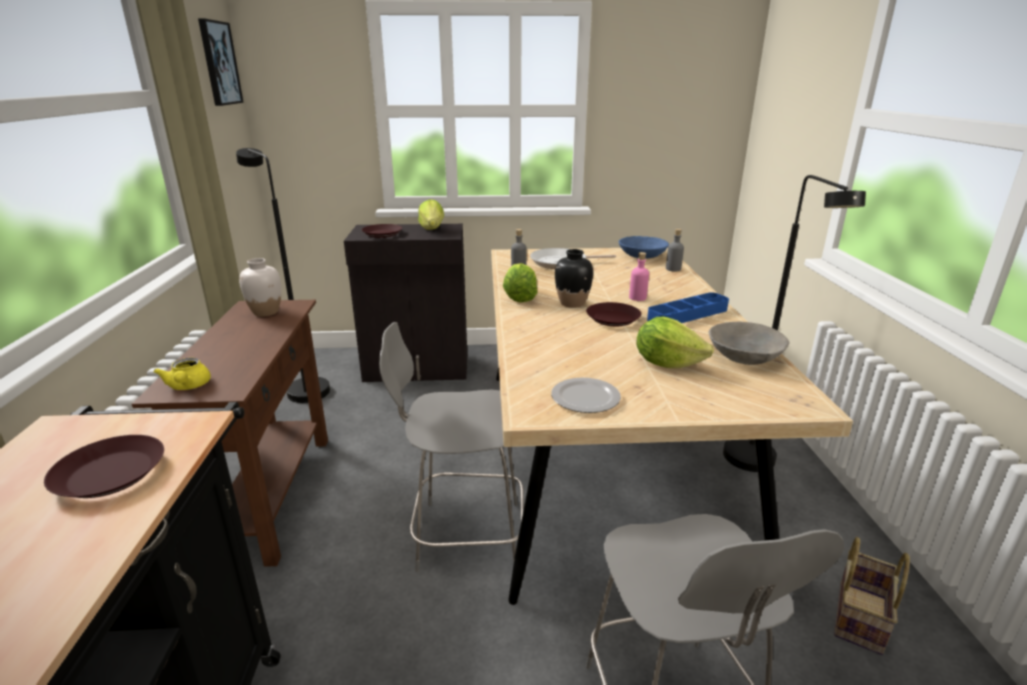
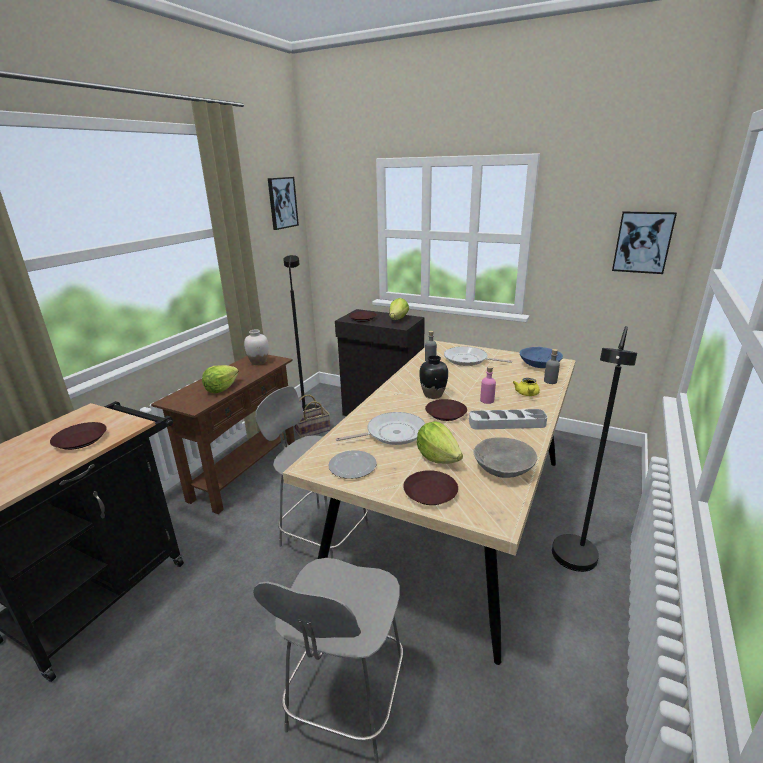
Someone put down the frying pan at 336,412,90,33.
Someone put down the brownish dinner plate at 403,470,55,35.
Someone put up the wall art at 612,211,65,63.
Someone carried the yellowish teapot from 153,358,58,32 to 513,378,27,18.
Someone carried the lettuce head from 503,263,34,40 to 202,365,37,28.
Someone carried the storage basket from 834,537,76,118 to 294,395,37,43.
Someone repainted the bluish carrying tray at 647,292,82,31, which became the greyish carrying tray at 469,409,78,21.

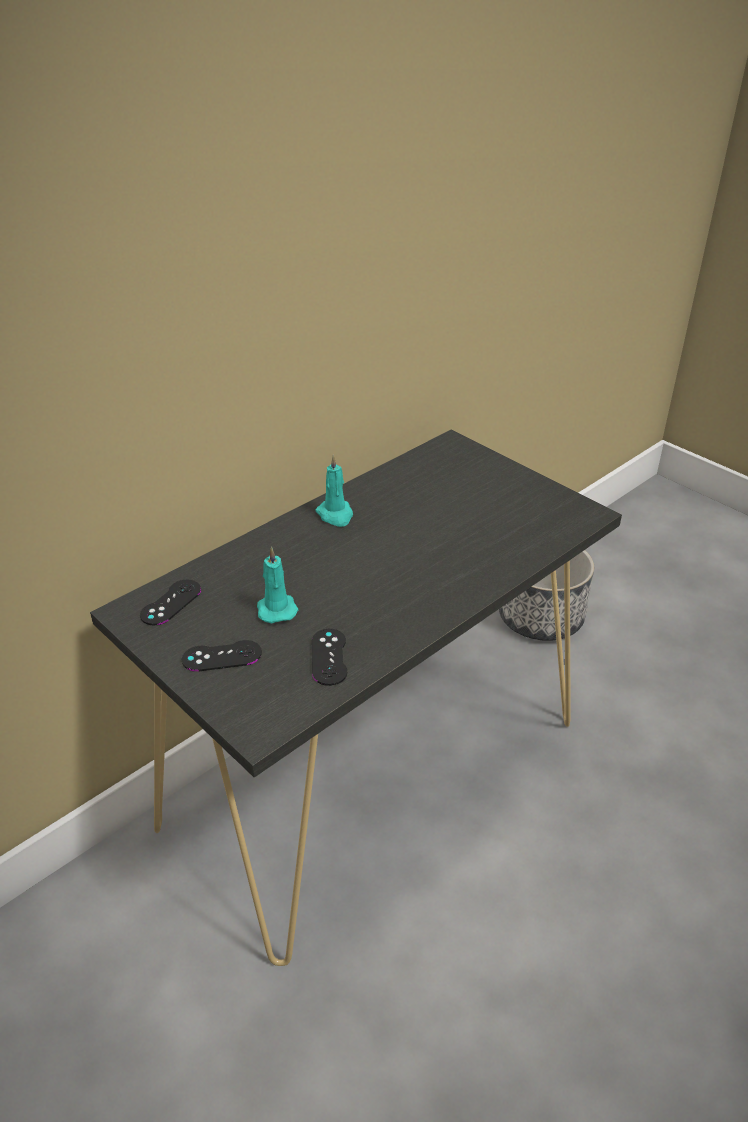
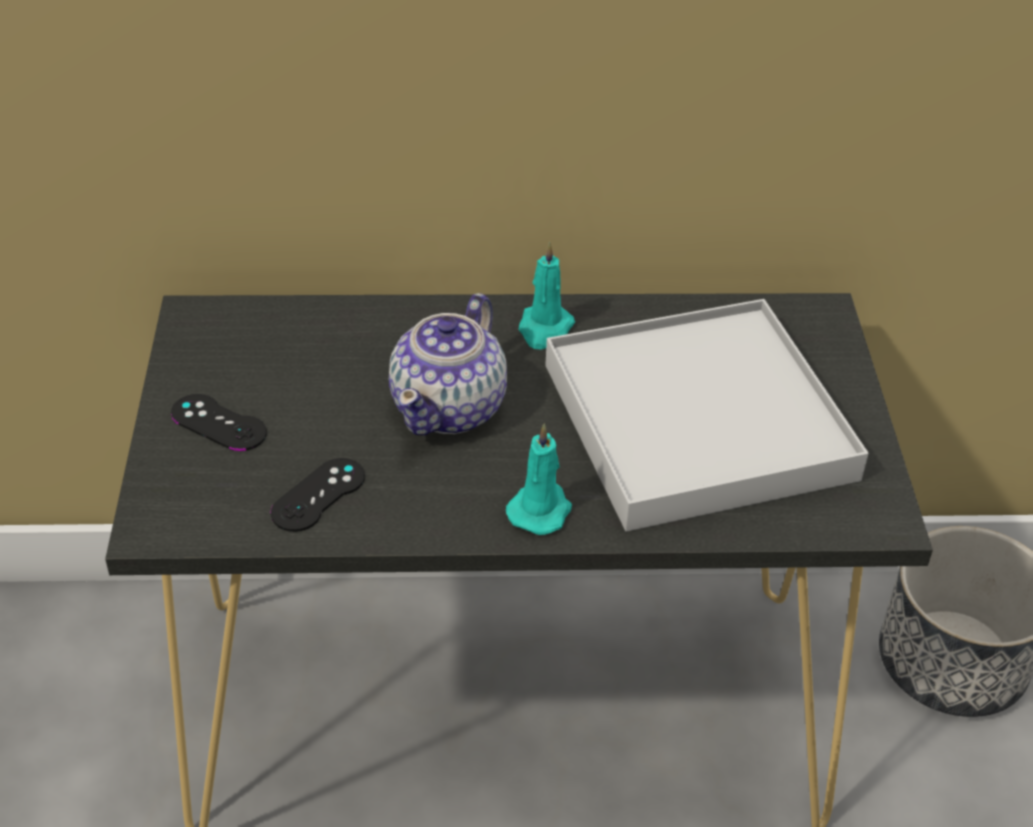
Someone took away the black-coloured gamepad at 140,580,61,45.
Someone put down the teapot at 389,293,118,142.
Someone put down the white-coloured carrying tray at 545,299,324,233.
Someone carried the blue-green wax light from 257,546,41,77 to 506,424,66,111.

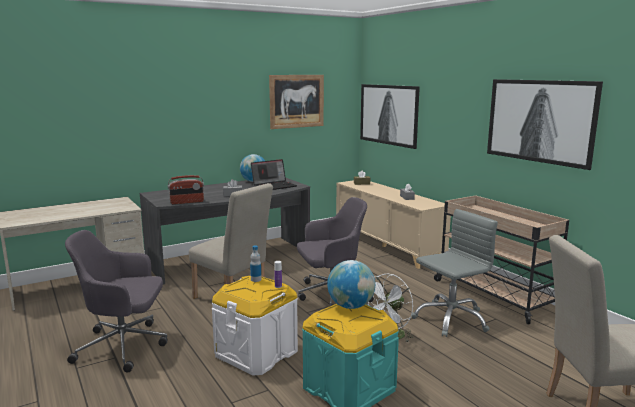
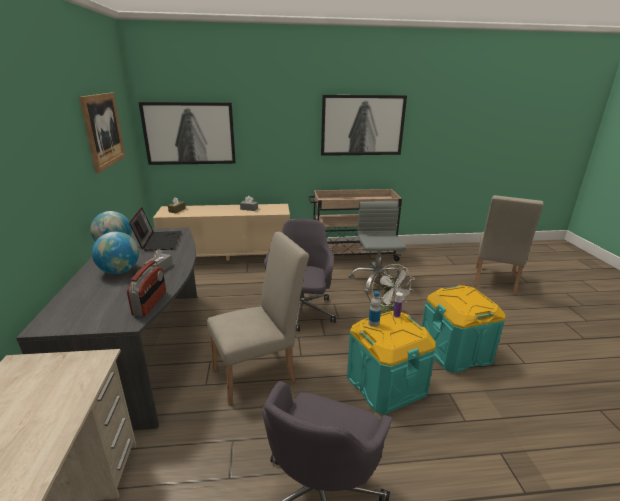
Someone carried the desk globe from 327,260,48,49 to 92,232,47,42.
Someone repainted the white-coloured storage box at 212,276,86,100, which became the blue-green storage box at 347,311,89,104.

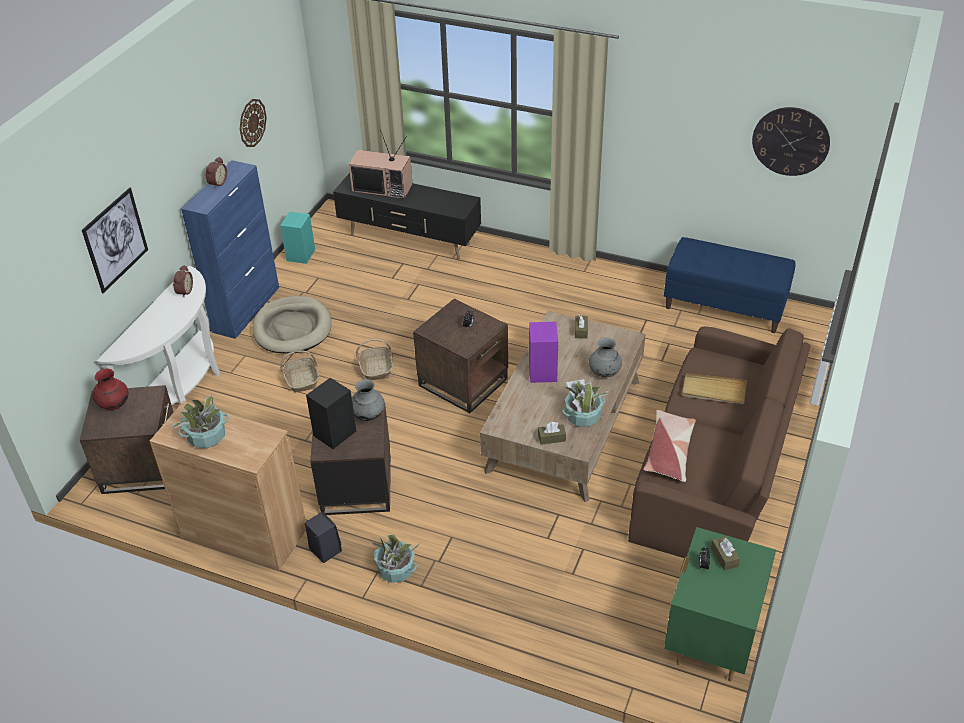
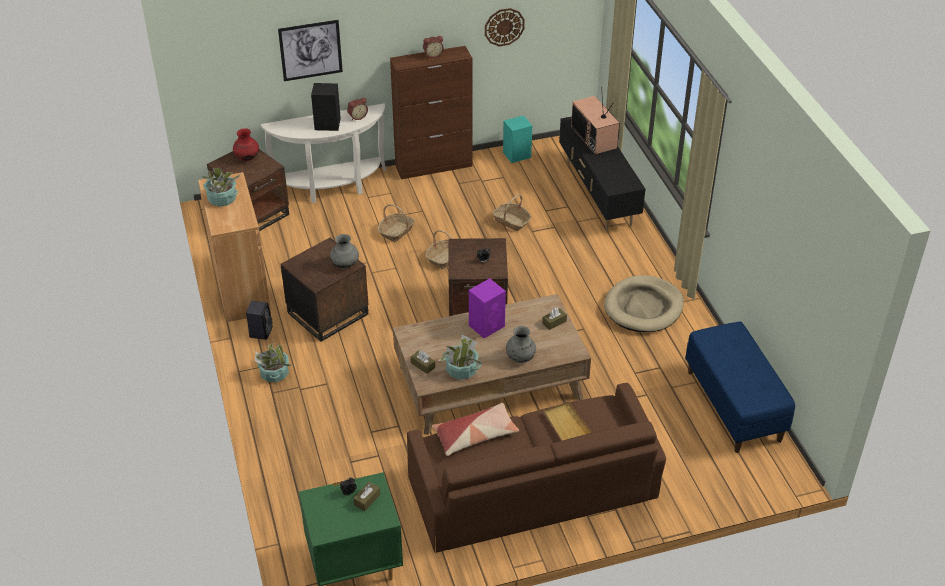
Someone took away the hanging clock at 752,107,78,69.
Someone put down the storage basket at 492,194,39,37.
Someone carried the sand-coloured dog cushion from 253,296,79,58 to 604,275,80,57.
Someone carried the black-coloured loudspeaker from 306,378,50,71 to 311,83,30,48.
Someone repainted the bluish cupboard at 181,160,98,179, which became the brownish cupboard at 390,46,82,133.

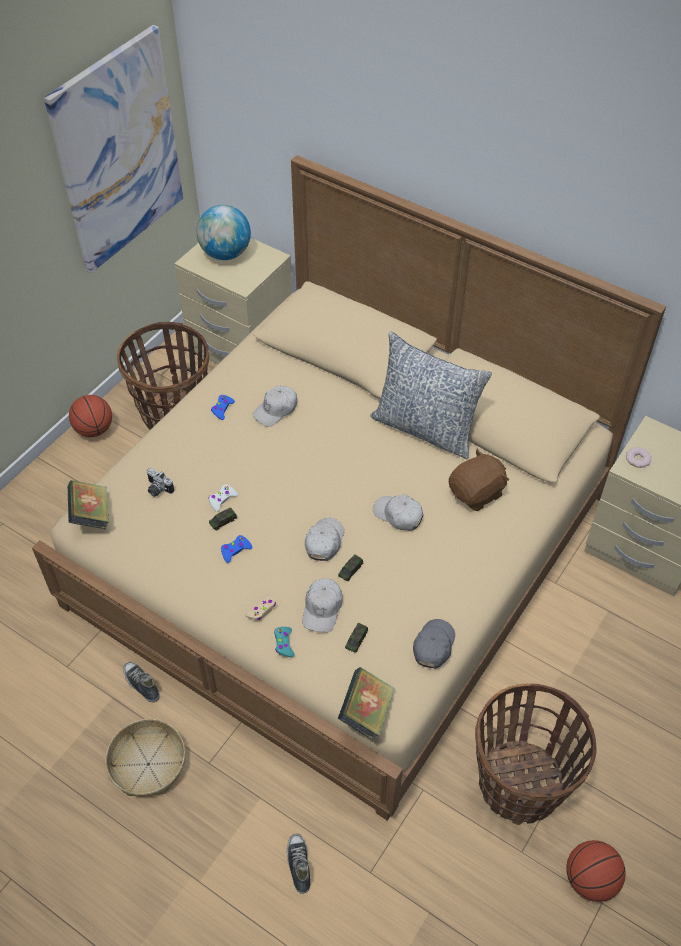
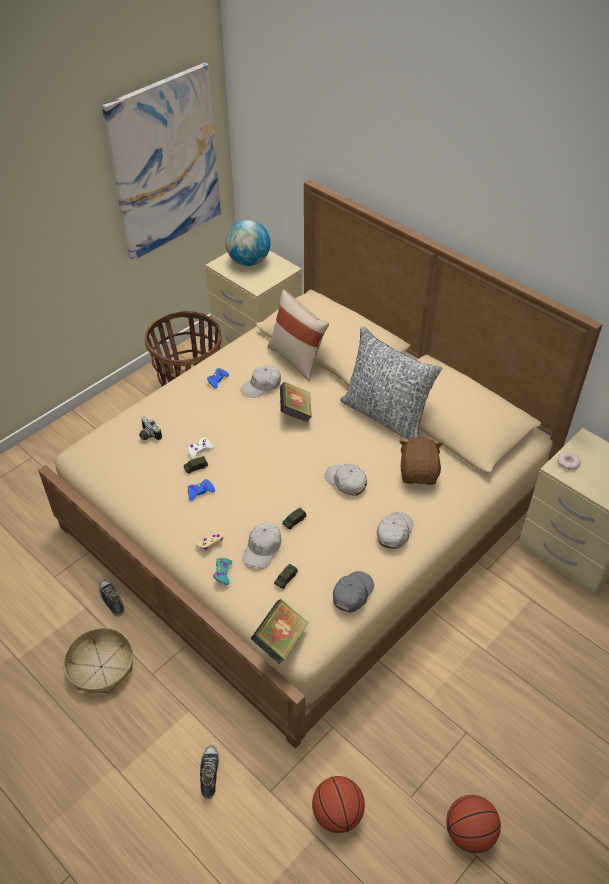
Someone took away the storage basket at 475,683,122,142.
Someone put down the sand-coloured cushion at 268,289,61,93.
Someone carried the volume from 67,480,42,49 to 280,382,32,41.
Someone carried the basketball from 69,395,43,42 to 312,776,53,57.
Someone carried the white-coloured cap from 305,518,39,43 to 377,512,37,37.
Someone rotated the brownish cuddly toy at 449,449,60,62 by 60 degrees counterclockwise.

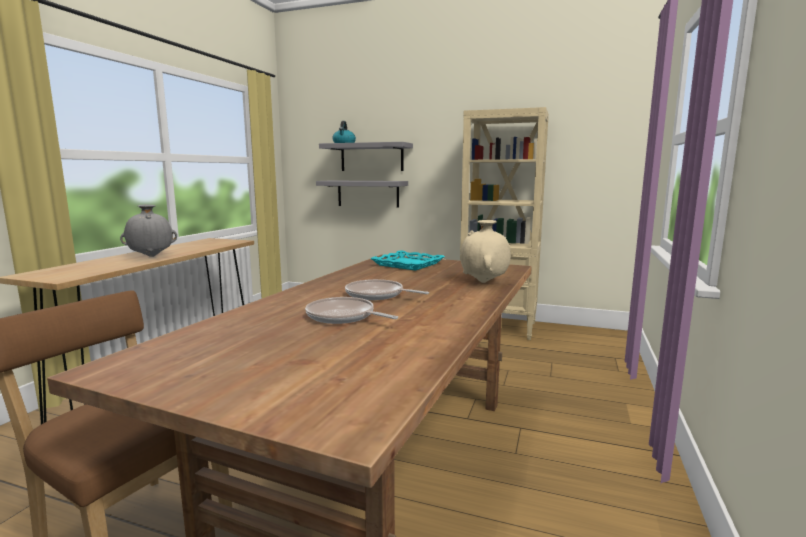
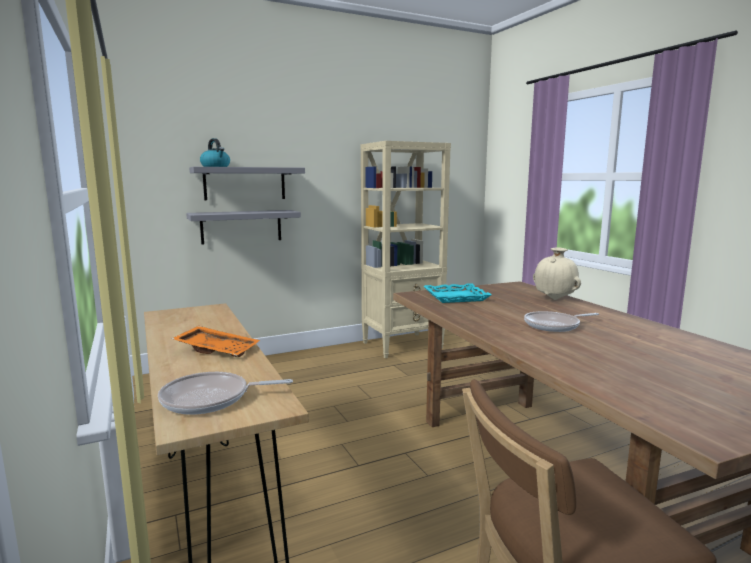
Someone carried the frying pan from 305,297,93,27 to 158,372,135,43.
Someone swapped the greyish flower vase at 120,205,57,52 for the orange carrying tray at 172,326,88,31.

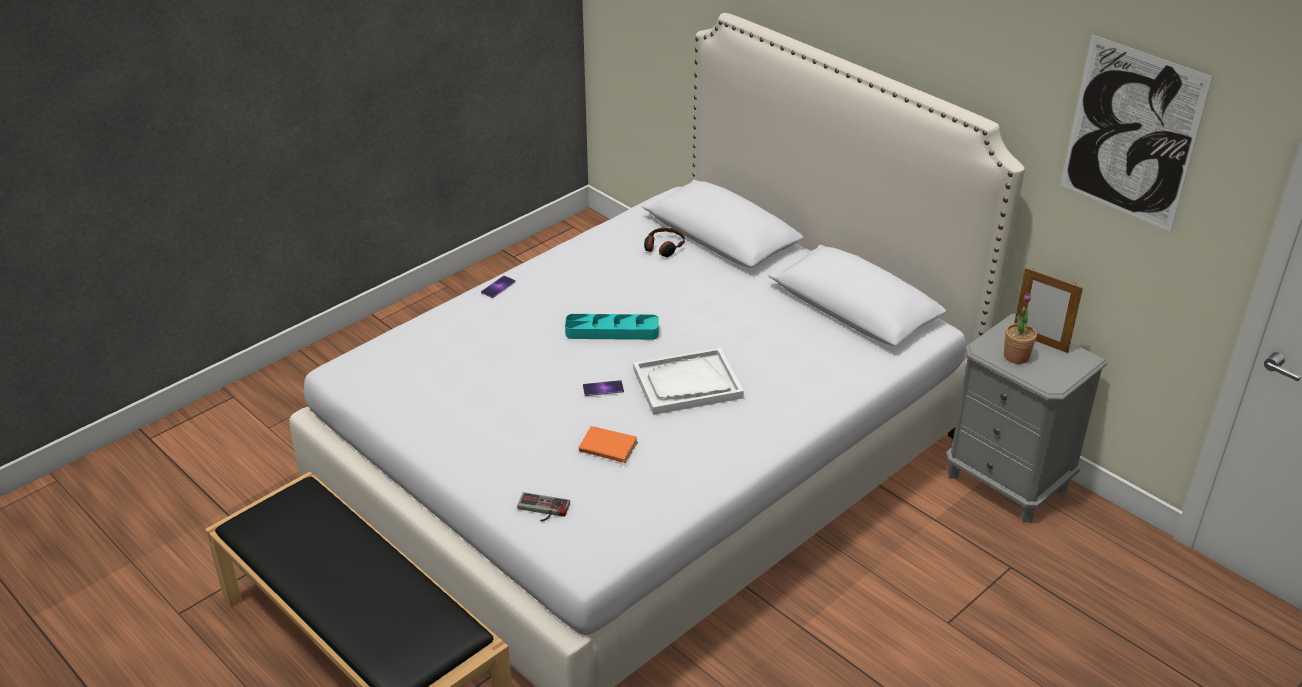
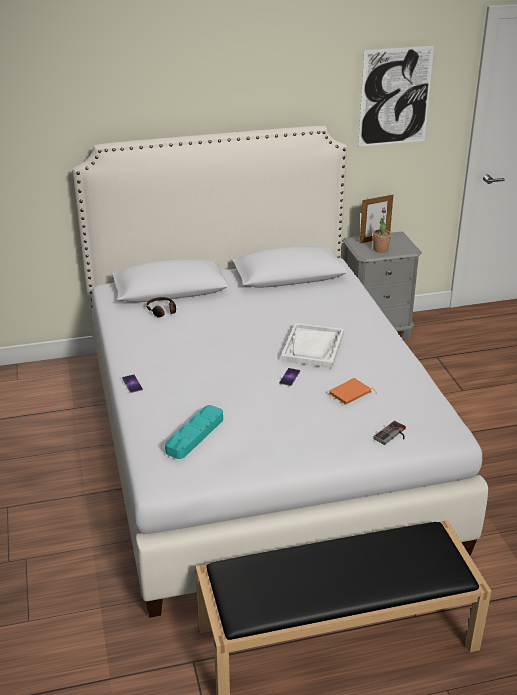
Someone carried the blue-green carrying tray from 565,314,94,26 to 165,405,58,54.

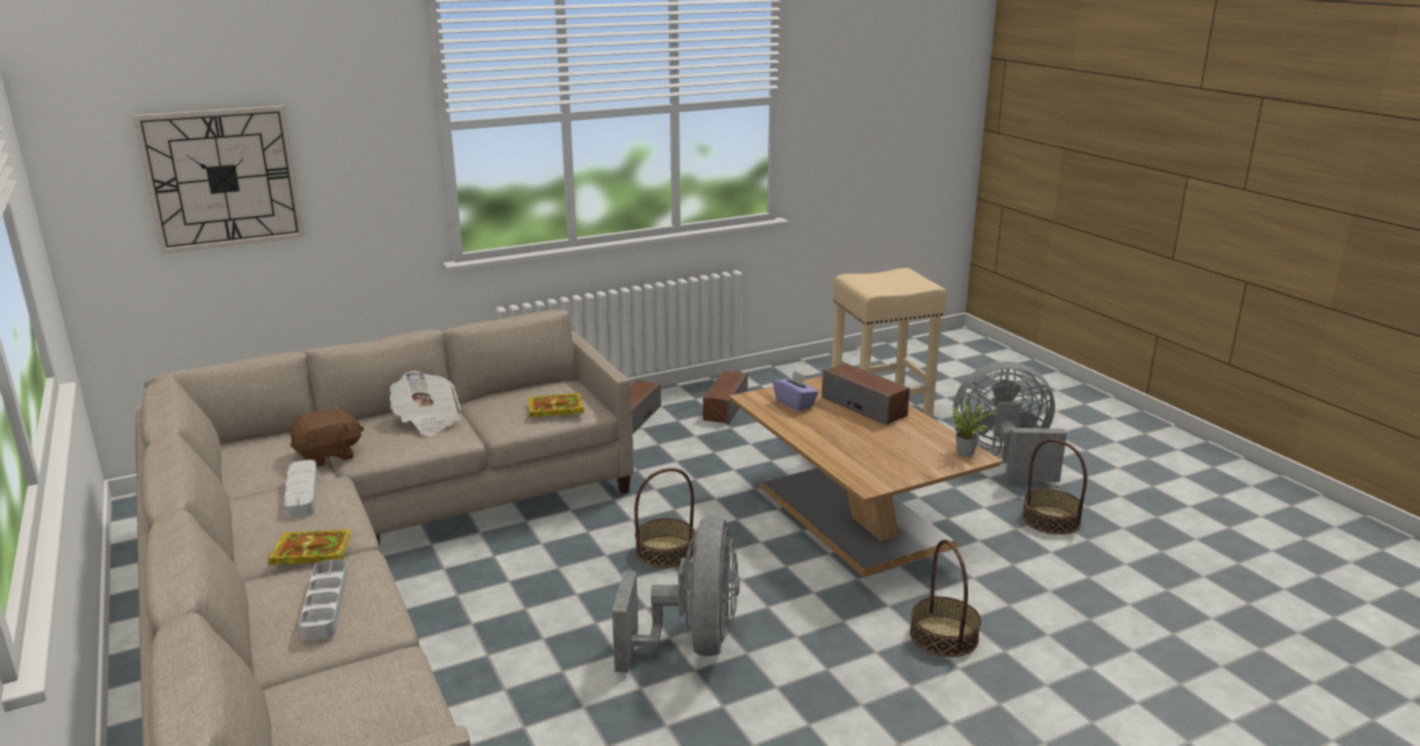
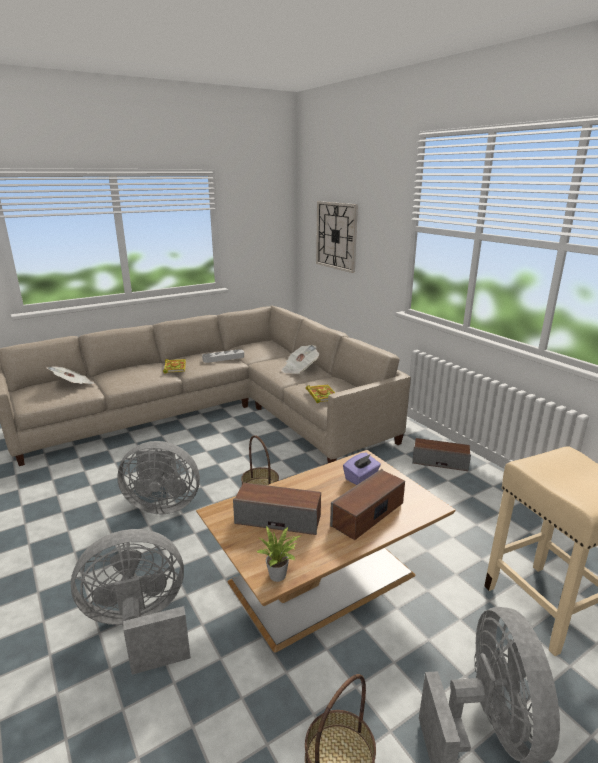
Someone took away the brownish cuddly toy at 290,406,74,61.
Someone took away the greyish carrying tray at 299,559,49,81.
Someone put down the daily paper at 46,366,49,18.
Someone carried the loudspeaker from 703,371,45,53 to 233,483,88,52.
Someone swapped the storage basket at 910,539,71,118 for the greyish electric fan at 71,529,120,146.

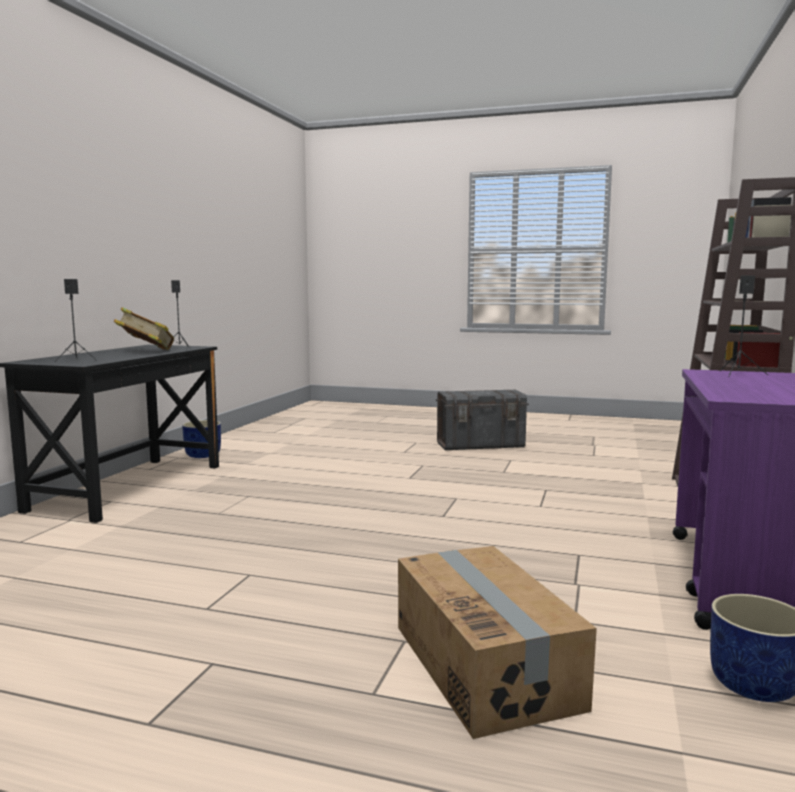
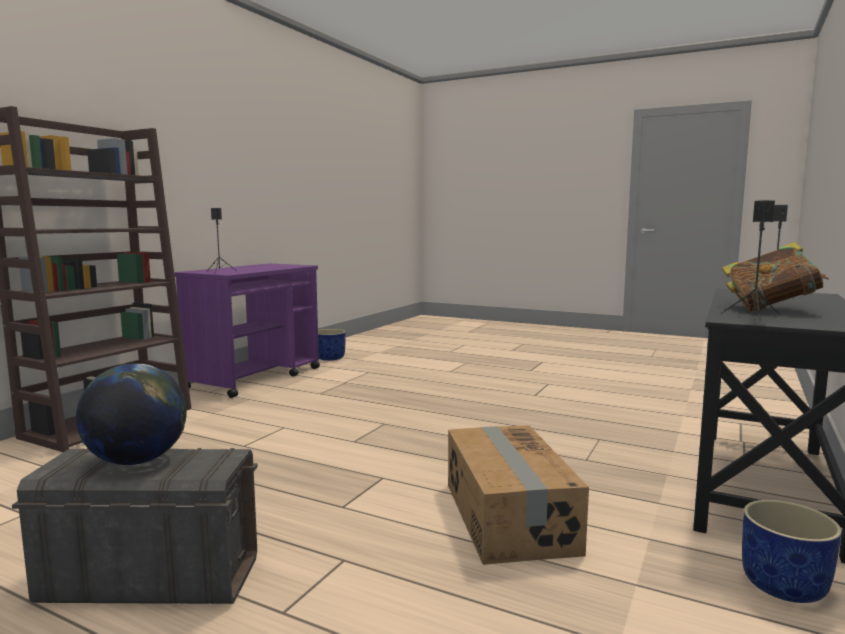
Someone put down the desk globe at 76,363,111,102.
Someone carried the cardboard box from 398,546,199,193 to 448,425,141,140.

